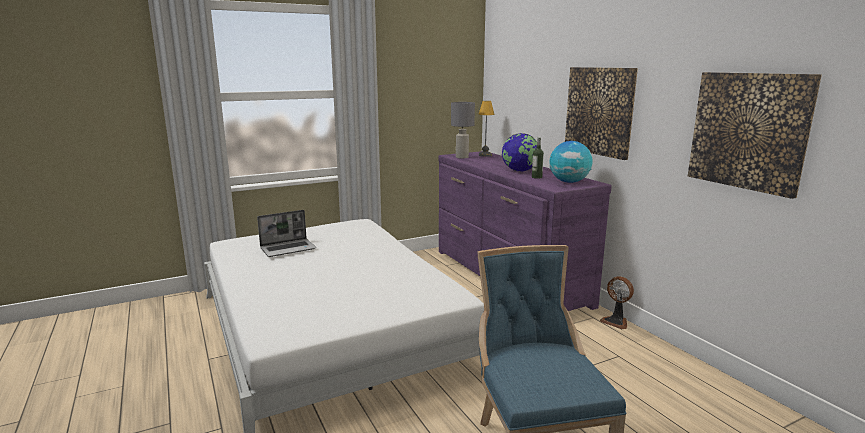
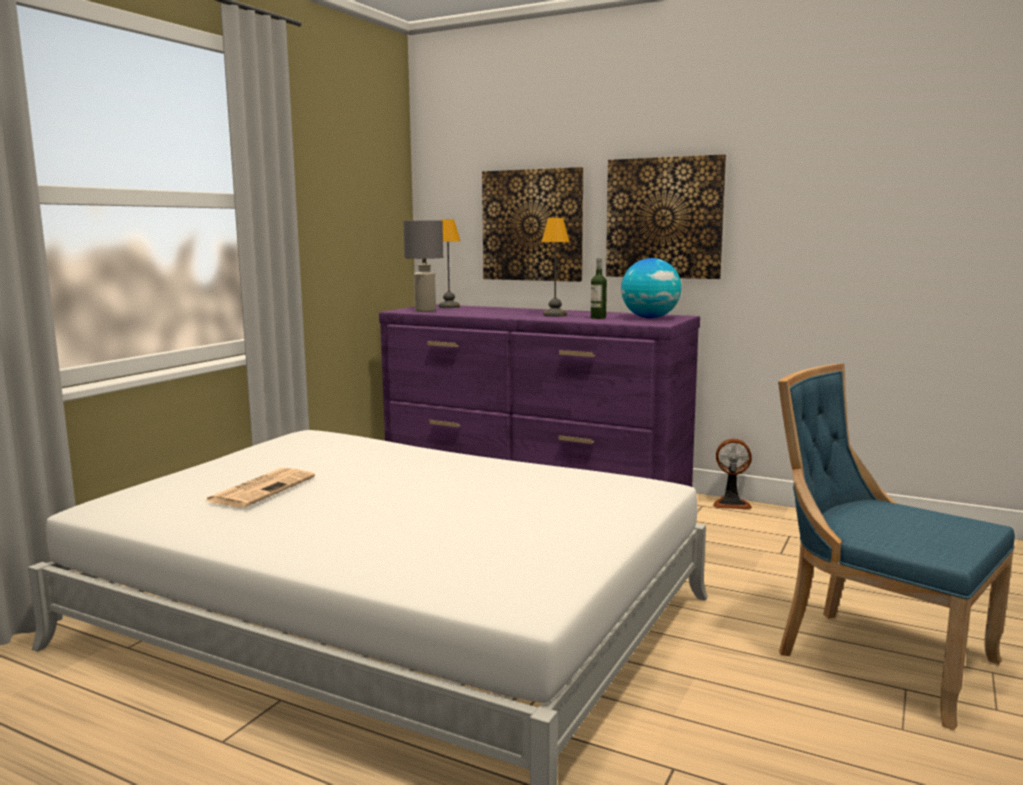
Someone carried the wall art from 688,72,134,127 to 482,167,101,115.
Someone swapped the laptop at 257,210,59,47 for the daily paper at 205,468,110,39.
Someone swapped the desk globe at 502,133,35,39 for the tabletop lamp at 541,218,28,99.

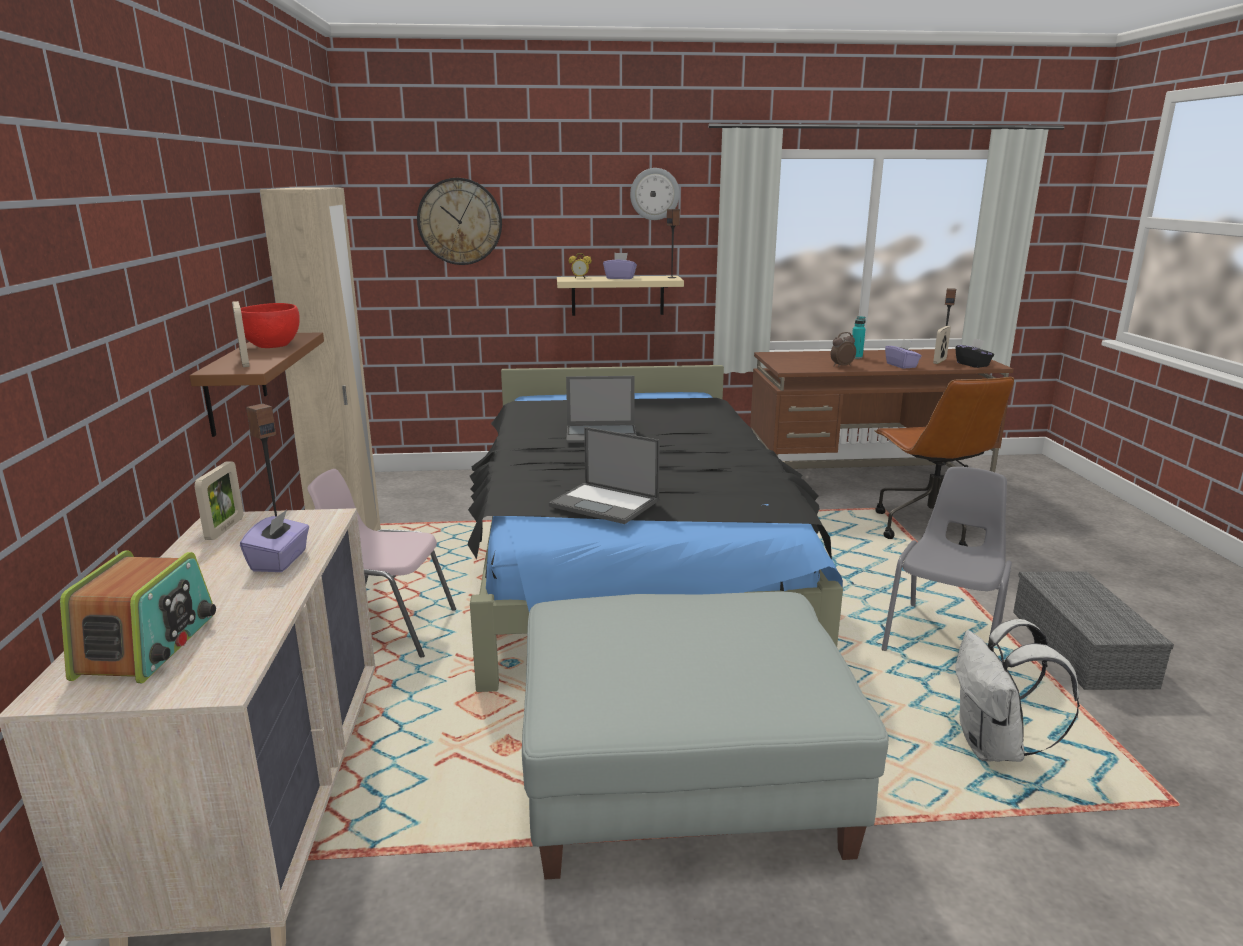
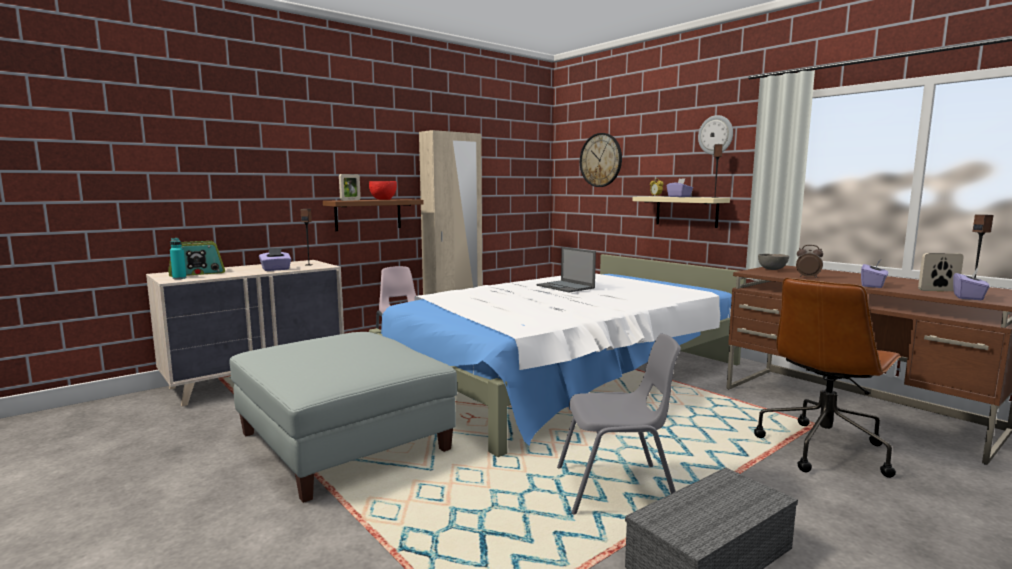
Someone took away the photo frame at 194,461,49,79.
Someone took away the laptop at 549,427,111,97.
Someone took away the white-coloured knapsack at 956,619,124,143.
Someone put down the greyish deep dish at 758,254,31,16.
Someone carried the blue-green bottle from 852,316,14,43 to 170,238,16,41.
Someone repainted the black-coloured bedroom bed at 468,365,375,327, which became the white-coloured bedroom bed at 369,254,377,203.
Someone repainted the black-coloured tissue box at 955,338,39,30, which became the purplish tissue box at 953,268,37,32.

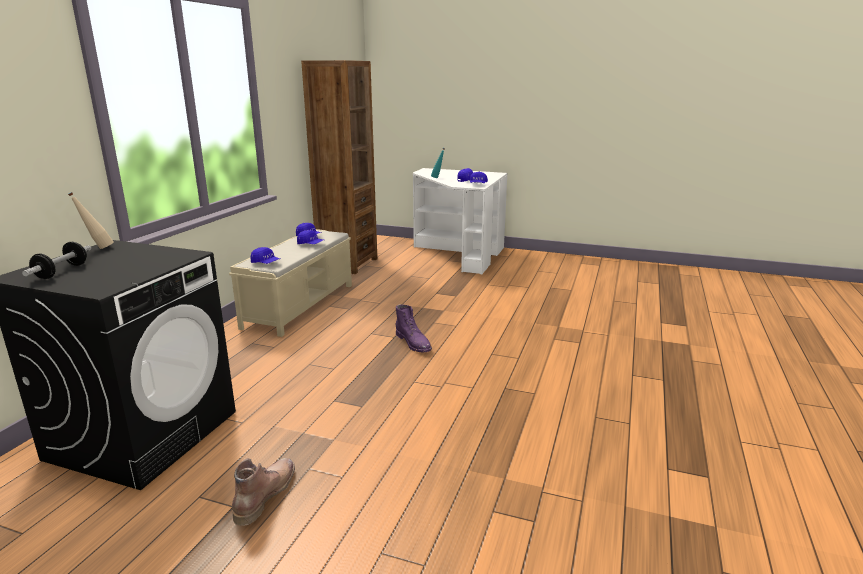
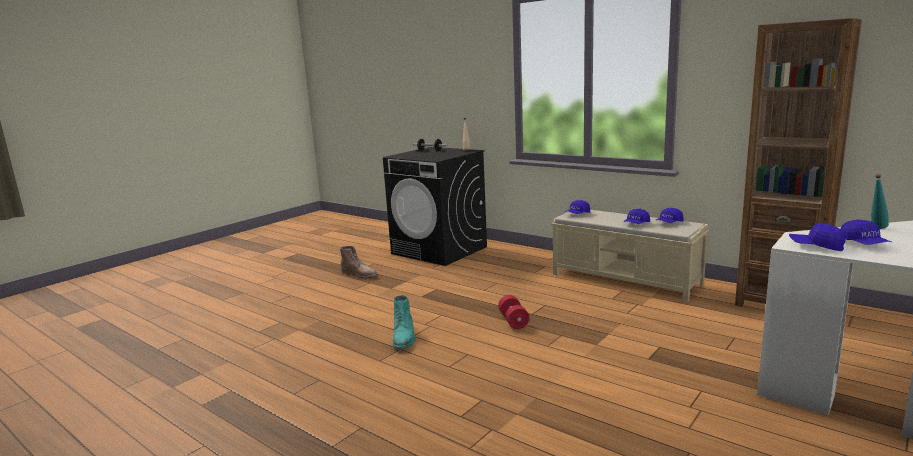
Someone put down the blue-green high-top boot at 393,295,23,54.
Someone swapped the purplish high-top boot at 396,304,36,49 for the red-coloured free weight at 498,295,31,34.

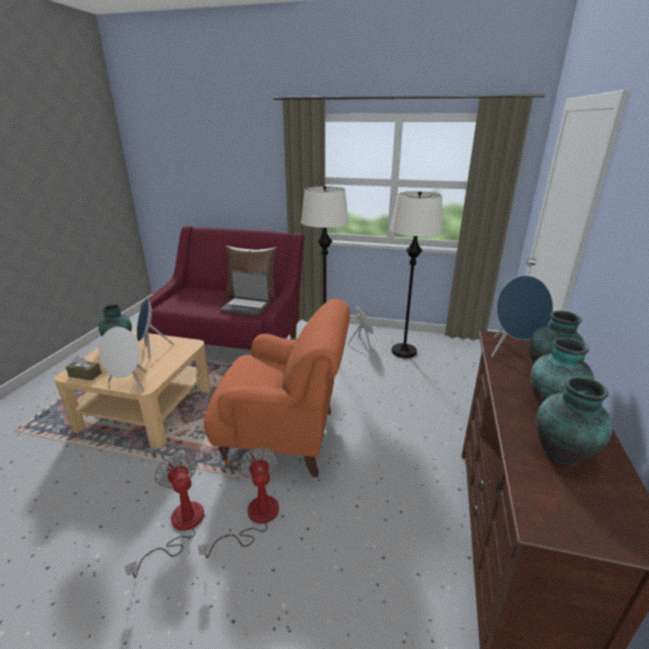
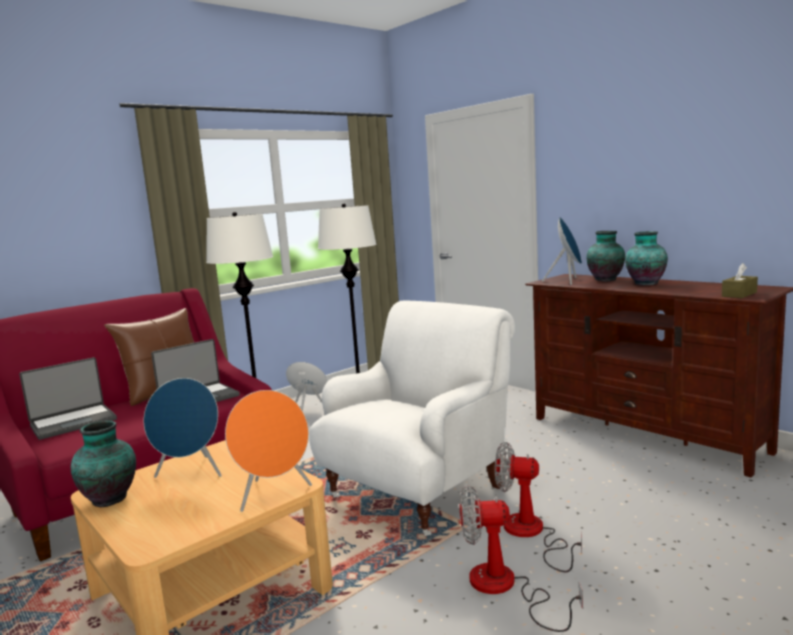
Someone took away the flower vase at 536,376,76,90.
Someone put down the laptop at 19,357,98,83.
Someone carried the brownish tissue box from 66,355,36,26 to 722,263,36,35.
Someone repainted the white-coloured loudspeaker at 99,327,48,65, which became the orange loudspeaker at 225,390,87,122.
Someone repainted the orange lounge chair at 204,299,146,178, which became the white-coloured lounge chair at 309,300,206,236.

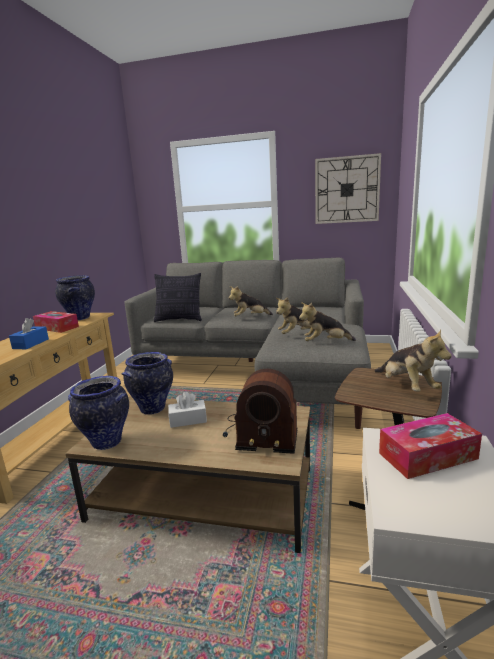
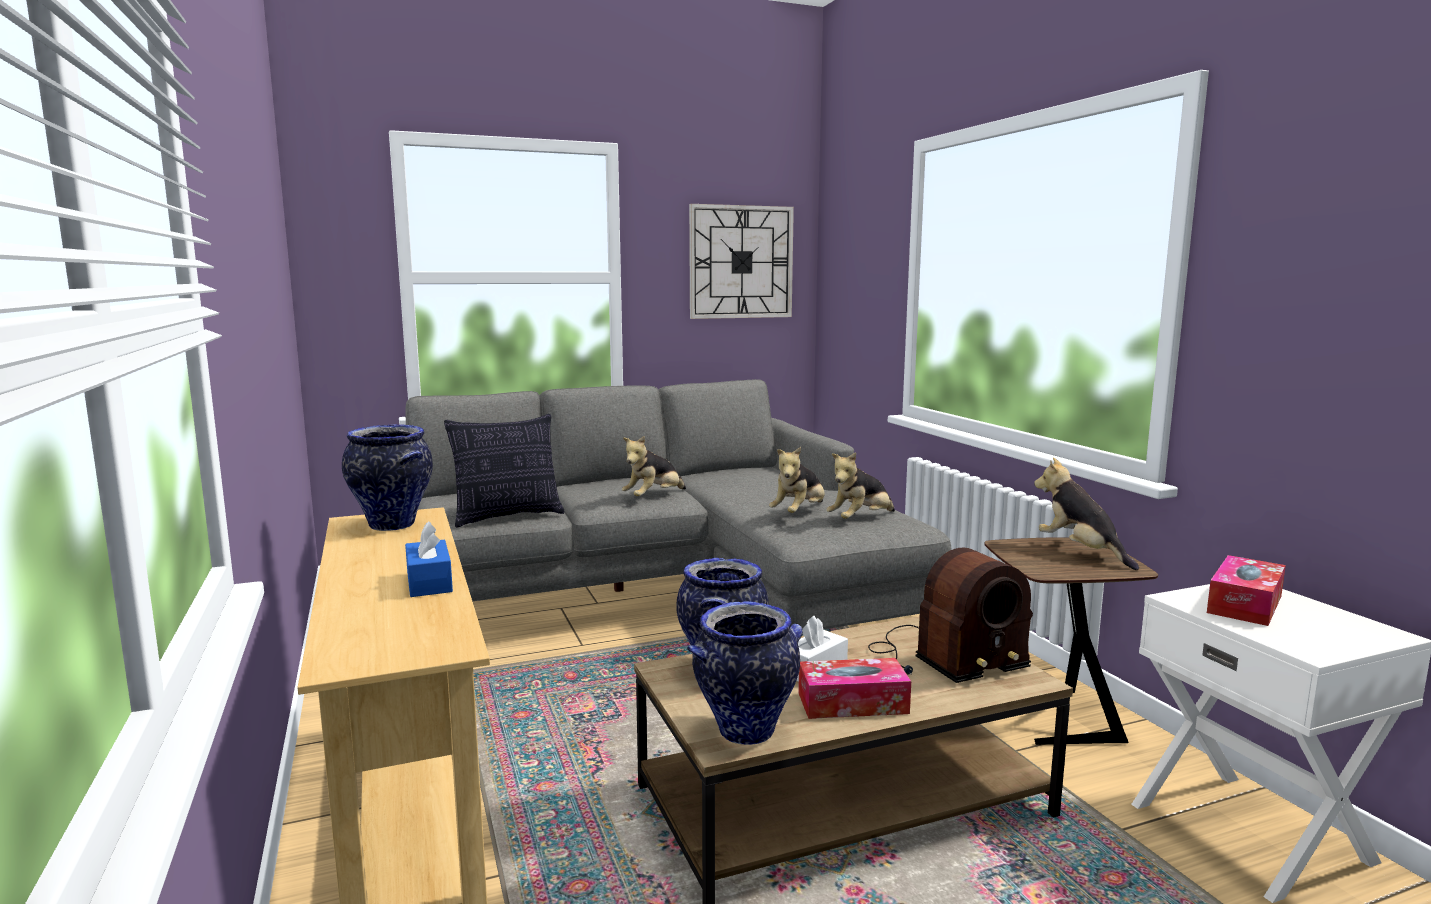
Someone carried the tissue box from 33,311,46,22 to 798,658,113,61.
Someone rotated the cuddly toy at 374,329,78,63 by 150 degrees counterclockwise.

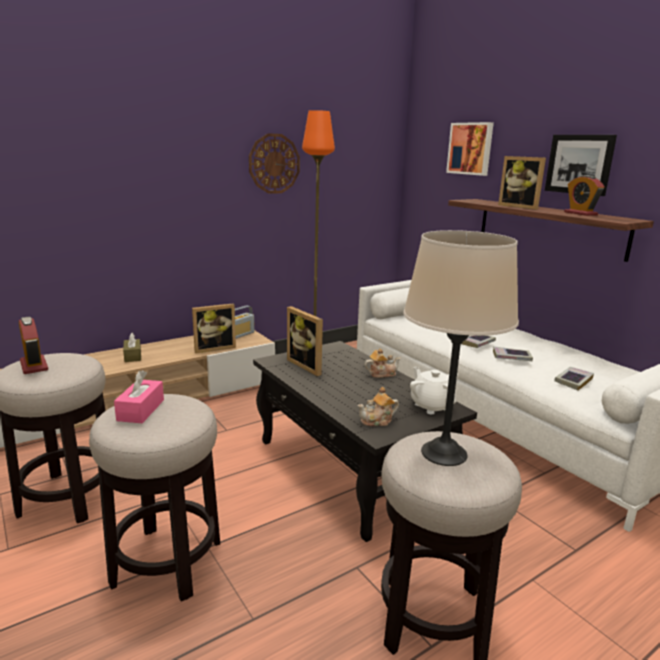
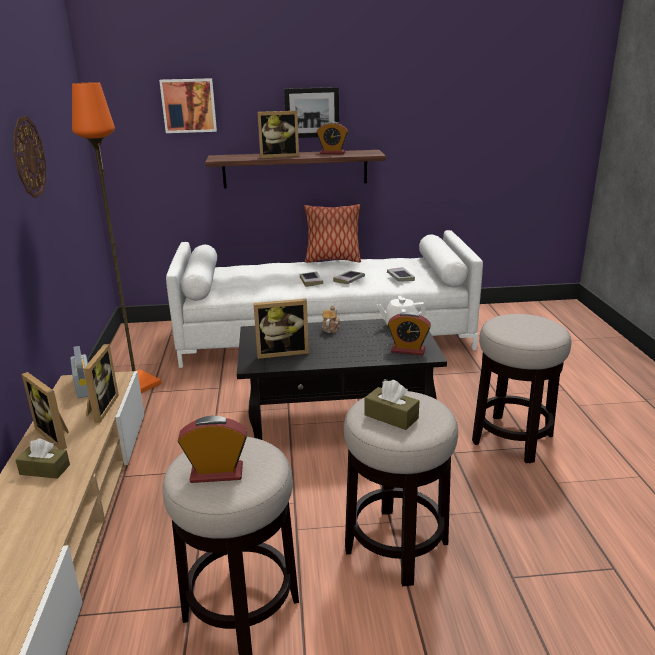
Someone took away the sand-coloured tabletop lamp at 403,230,116,236.
Someone put down the photo frame at 22,372,47,78.
Someone put down the cushion at 304,204,57,59.
Someone swapped the teapot at 358,387,41,39 for the table clock at 388,311,43,44.
Someone repainted the pinkish tissue box at 114,370,50,53, which became the brownish tissue box at 365,380,54,50.

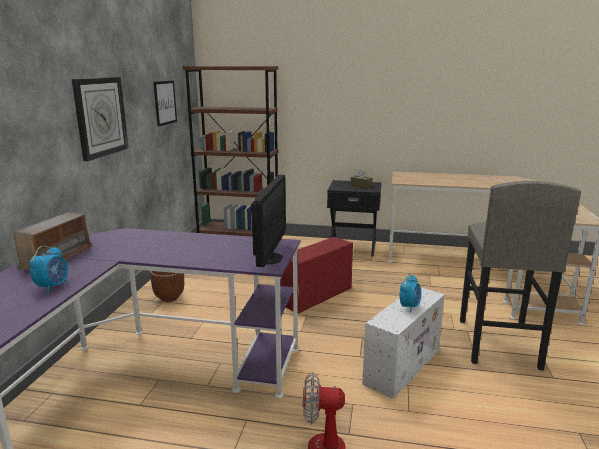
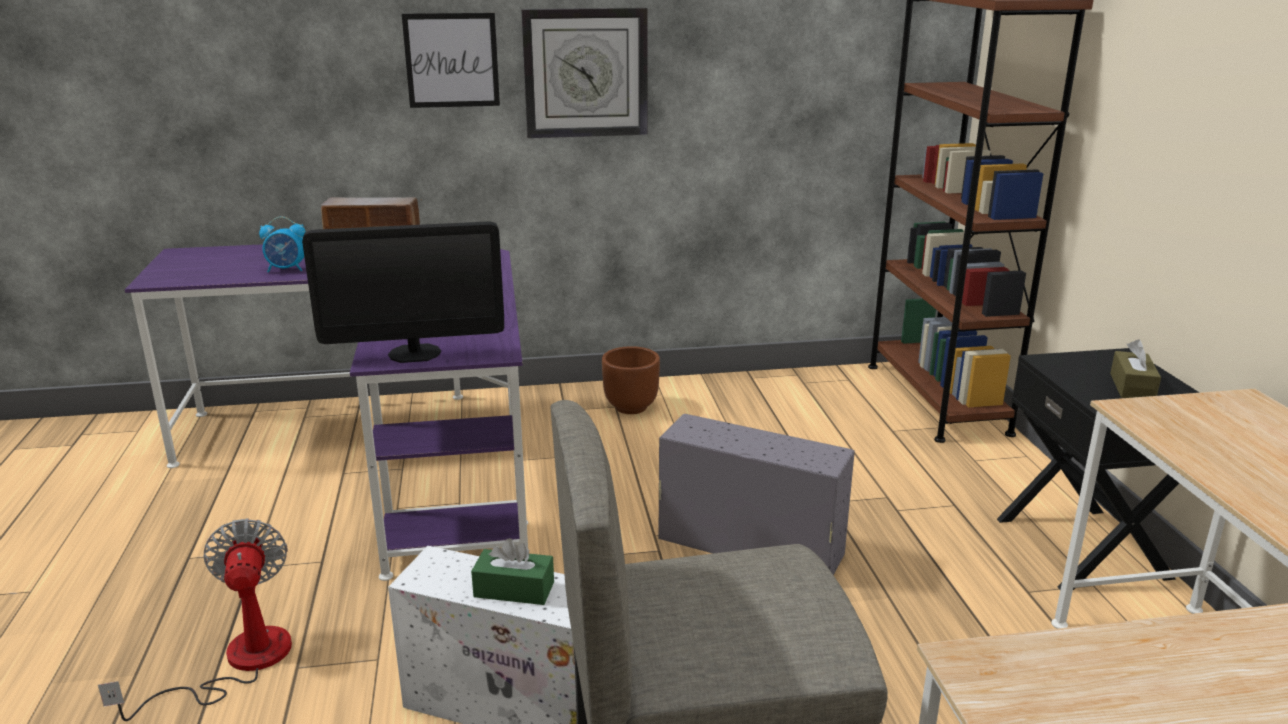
Someone carried the wall art from 153,80,24,47 to 402,13,98,95.
Someone swapped the table clock at 400,274,21,39 for the green-coloured tissue box at 471,538,83,67.
Someone repainted the red-coloured storage box at 280,237,73,77, which became the greyish storage box at 658,414,197,161.

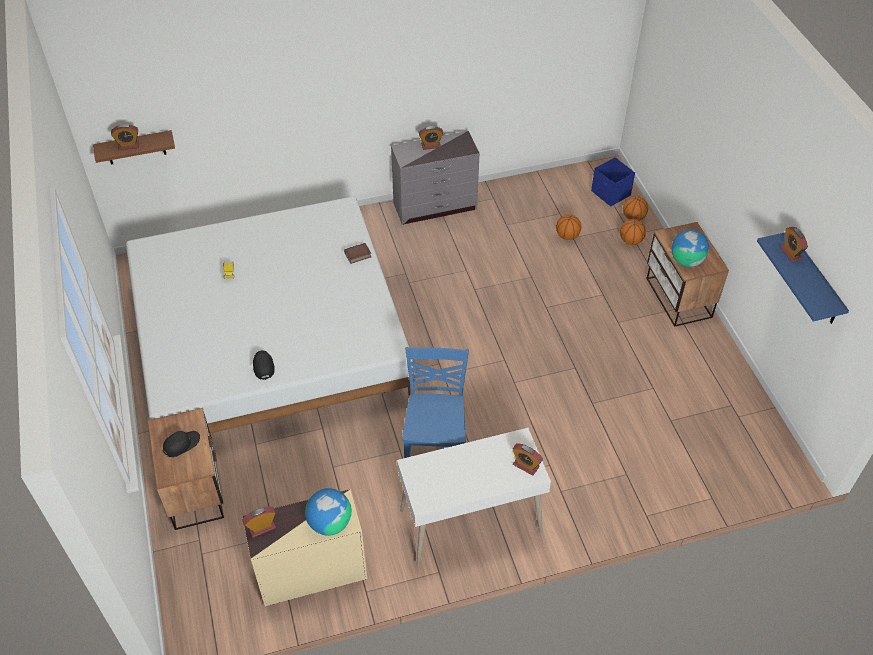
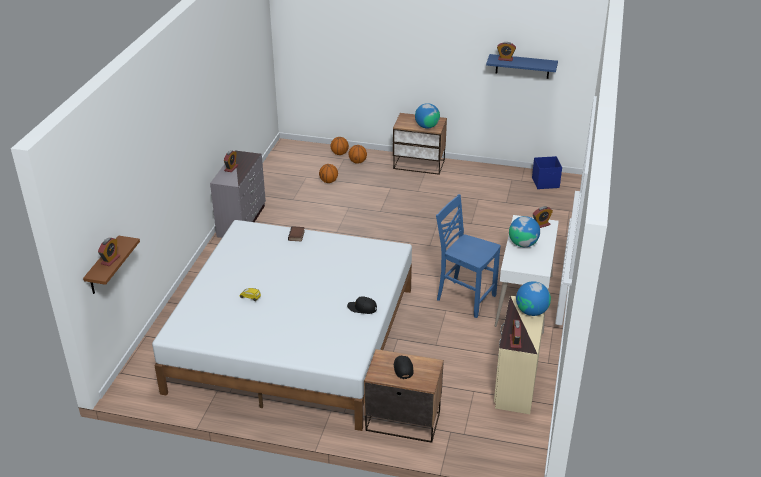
Someone put down the desk globe at 509,216,31,31.
Someone carried the bluish storage box from 591,157,44,50 to 532,156,30,33.

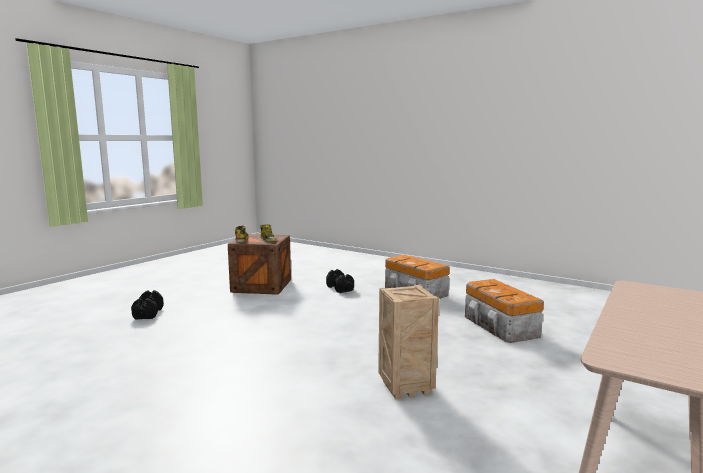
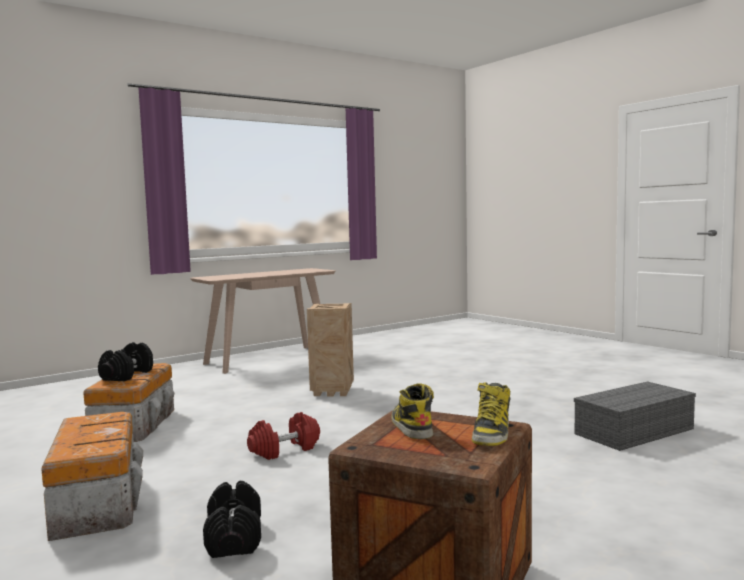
Someone put down the red-coloured free weight at 247,412,73,48.
Someone put down the greyish storage box at 574,381,122,70.
Someone carried the black-coloured free weight from 131,290,33,29 to 98,342,55,39.

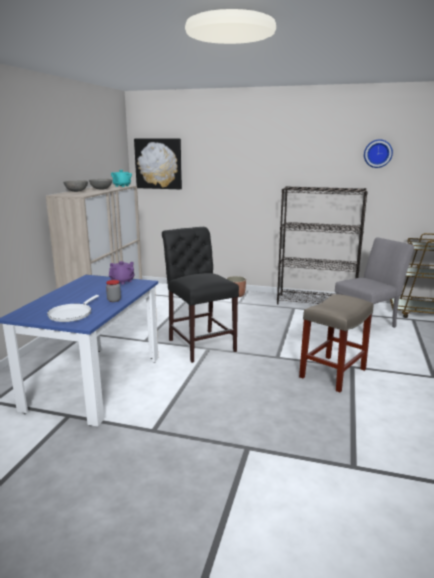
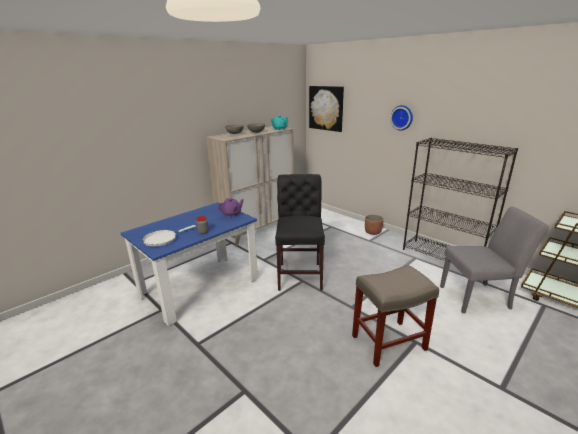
Someone carried the hanging clock from 364,139,29,29 to 390,105,23,25.

